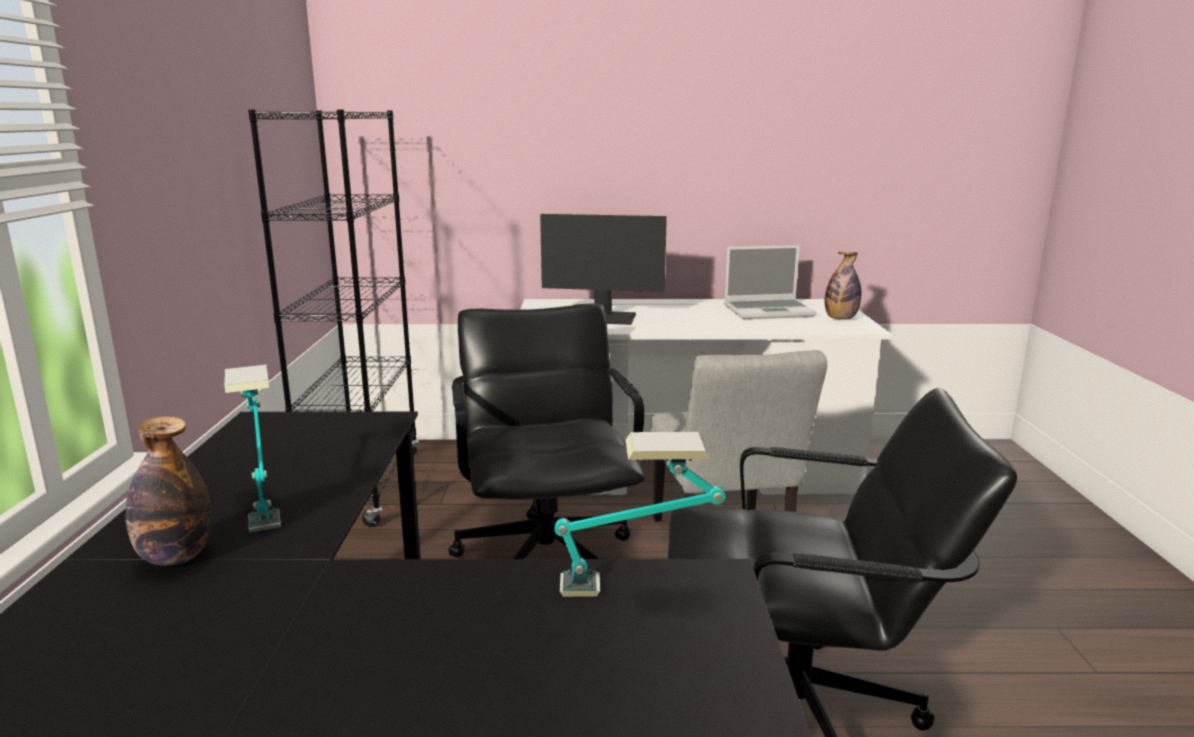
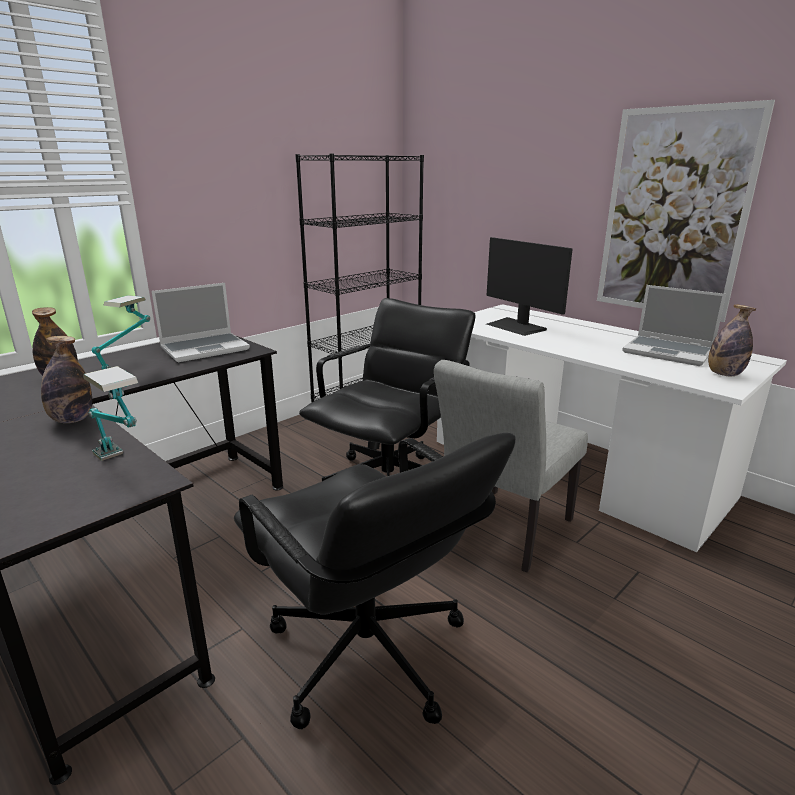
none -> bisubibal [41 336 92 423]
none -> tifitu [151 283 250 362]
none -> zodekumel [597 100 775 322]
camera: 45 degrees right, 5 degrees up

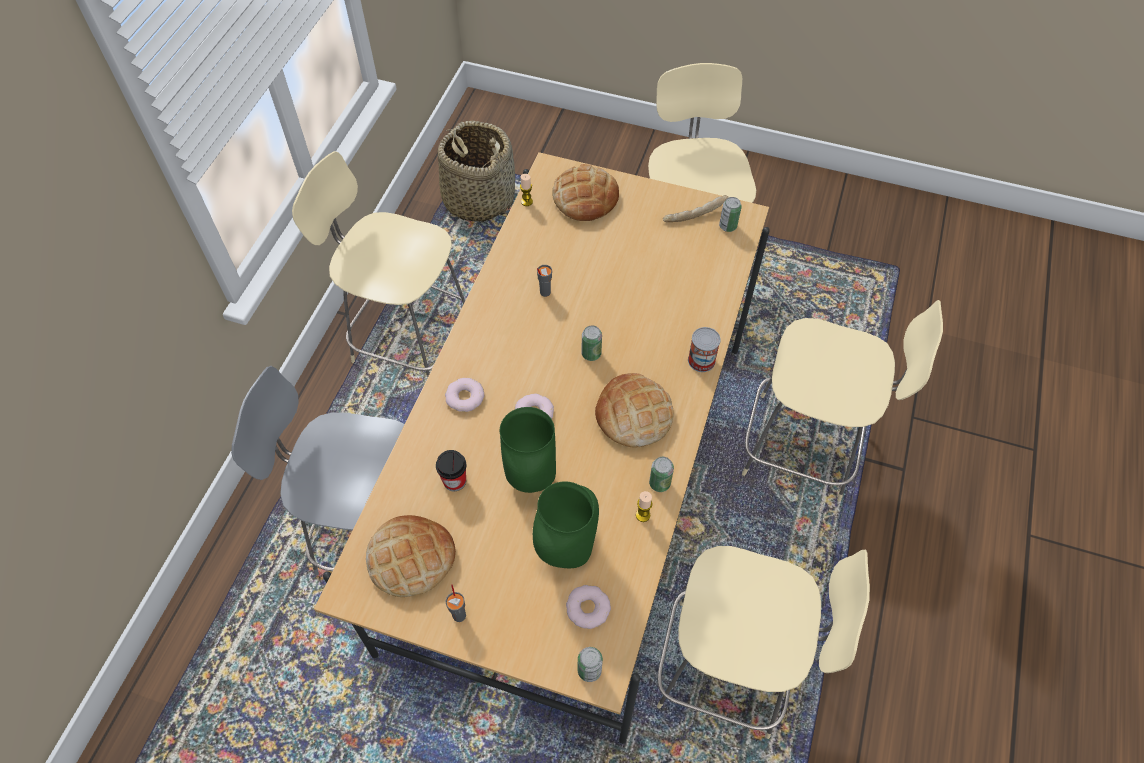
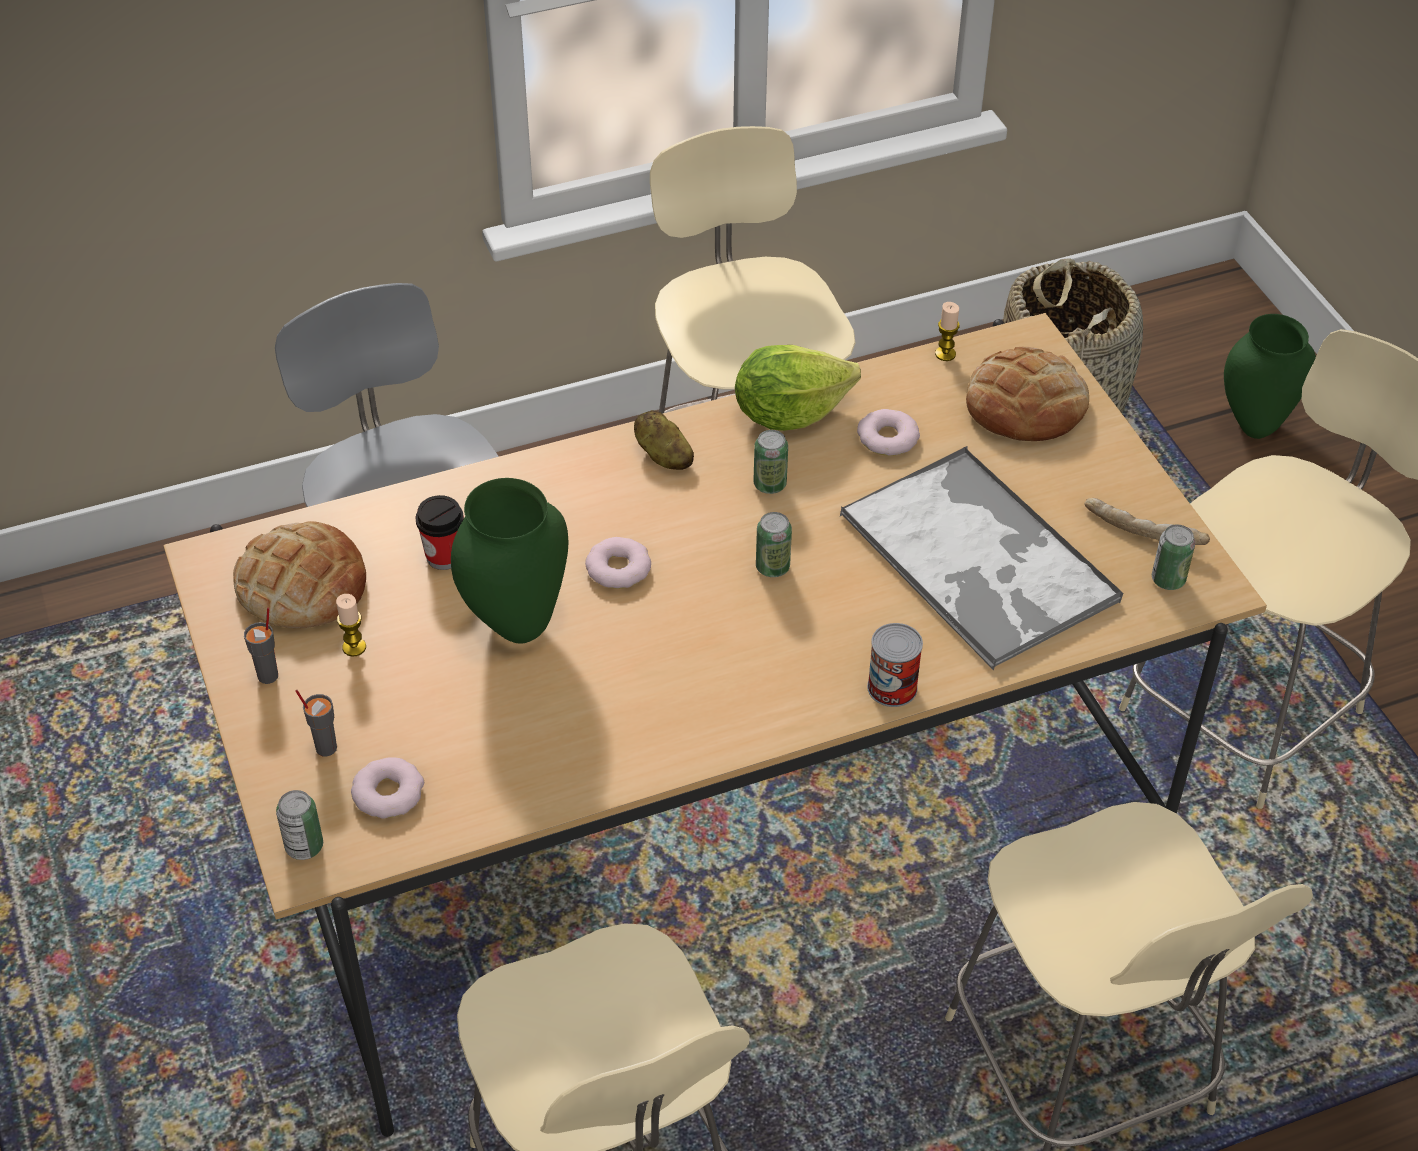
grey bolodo [537 265 552 297] -> grey bolodo [295 690 337 756], shifted
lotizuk [636 491 652 522] -> lotizuk [336 594 366 657], shifted
none -> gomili [634 410 694 470]
none -> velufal [735 345 861 431]
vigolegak [649 457 674 492] -> vigolegak [753 430 788 494], shifted
none -> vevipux [840 446 1123 671]
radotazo [445 378 484 412] -> radotazo [857 409 920 456], shifted
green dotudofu [533 482 599 568] -> green dotudofu [1224 314 1316 439], shifted
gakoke [595 373 674 447] -> none
camera: 50 degrees right, 10 degrees down

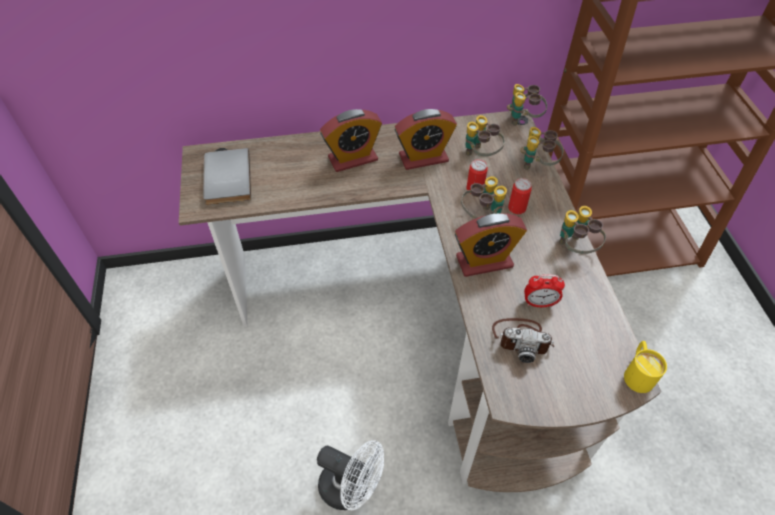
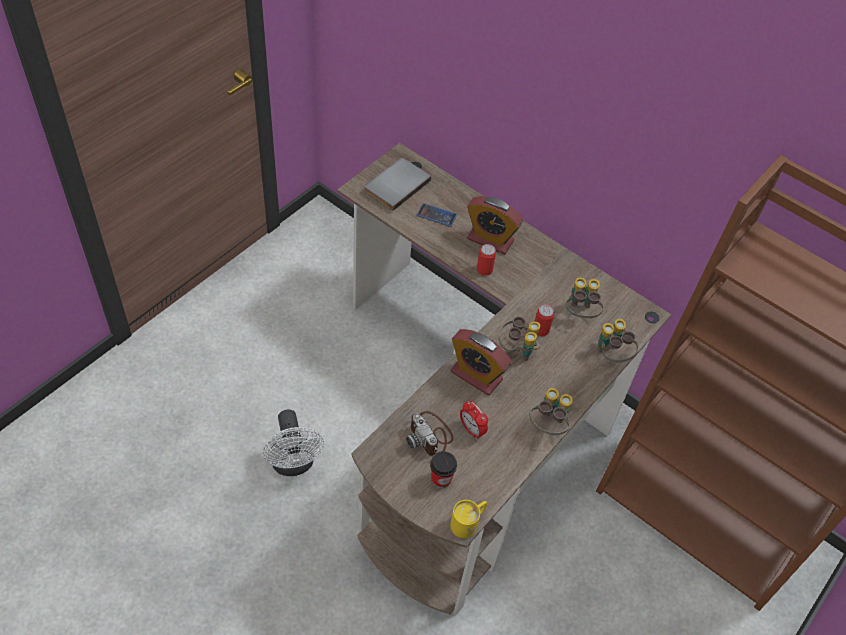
none -> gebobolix [417 203 457 227]
none -> bolodo [430 451 457 488]
vigolegak [508 178 532 214] -> vigolegak [477 244 496 276], shifted
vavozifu [395 109 457 170] -> none
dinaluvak [507 84 547 126] -> none
camera: 45 degrees right, 0 degrees up

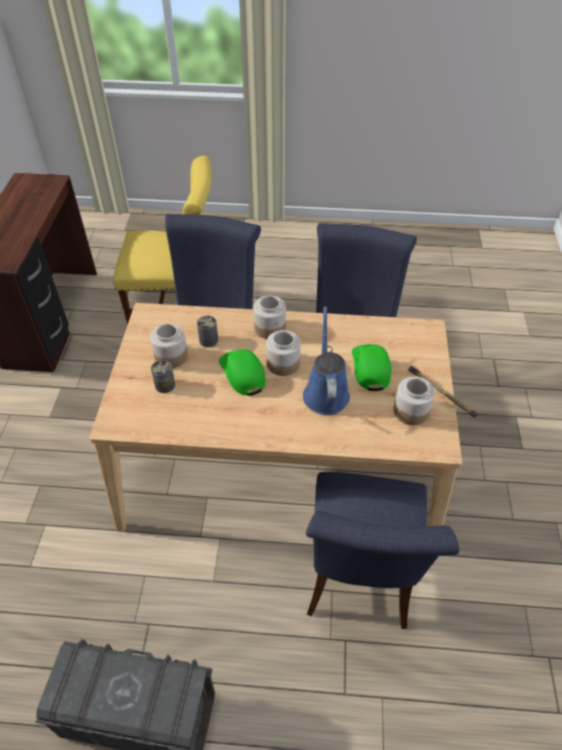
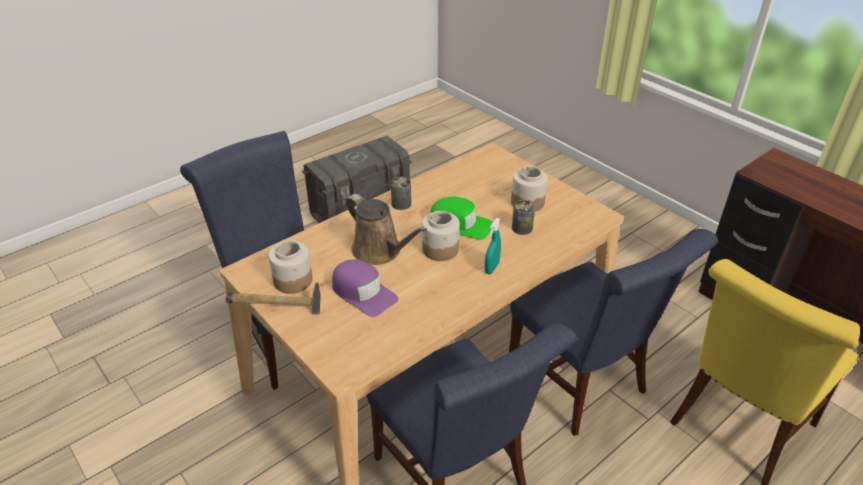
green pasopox [352 344 391 391] -> purple pasopox [332 259 398 317]
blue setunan [303 307 350 415] -> brown setunan [345 194 427 265]
vigolegak [151 360 175 393] -> vigolegak [391 177 411 210], shifted
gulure [253 296 286 339] -> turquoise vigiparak [485 218 501 274]
camera: 135 degrees right, 10 degrees down

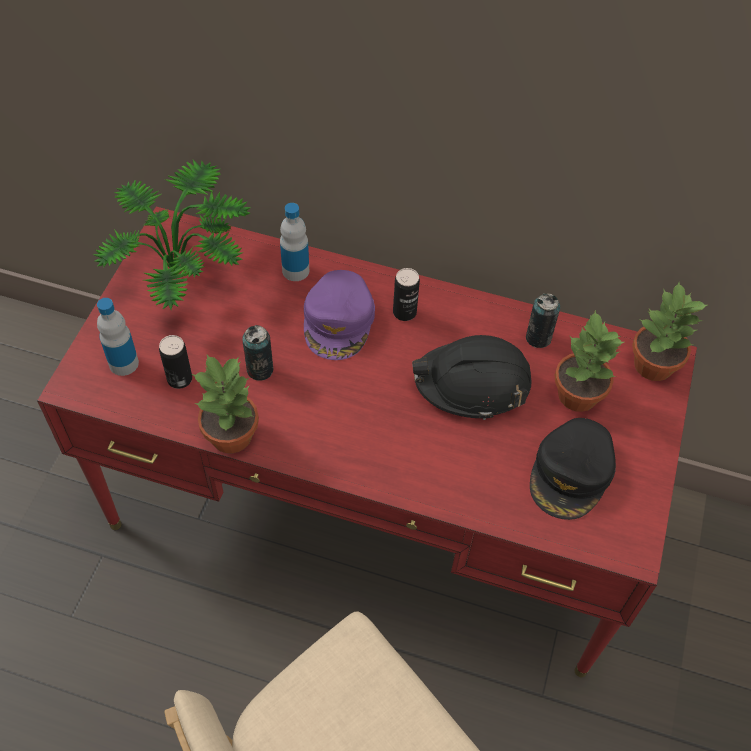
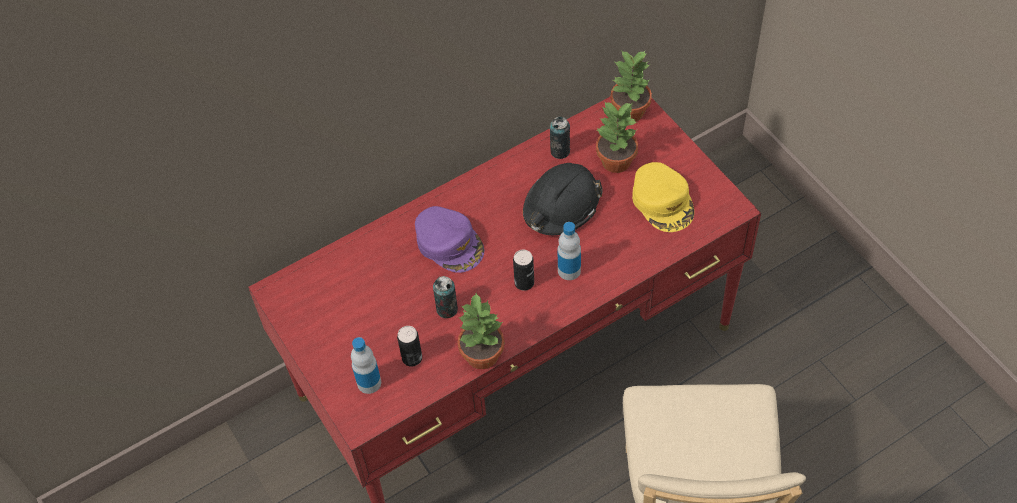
vigolegak [393 268 420 321] -> vigolegak [513 250 534 291], shifted
bisubibal [280 203 309 281] -> bisubibal [558 222 581 280], shifted
black pasopox [530 418 616 520] -> yellow pasopox [632 162 694 232]
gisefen [93 160 251 310] -> none
camera: 45 degrees left, 0 degrees up

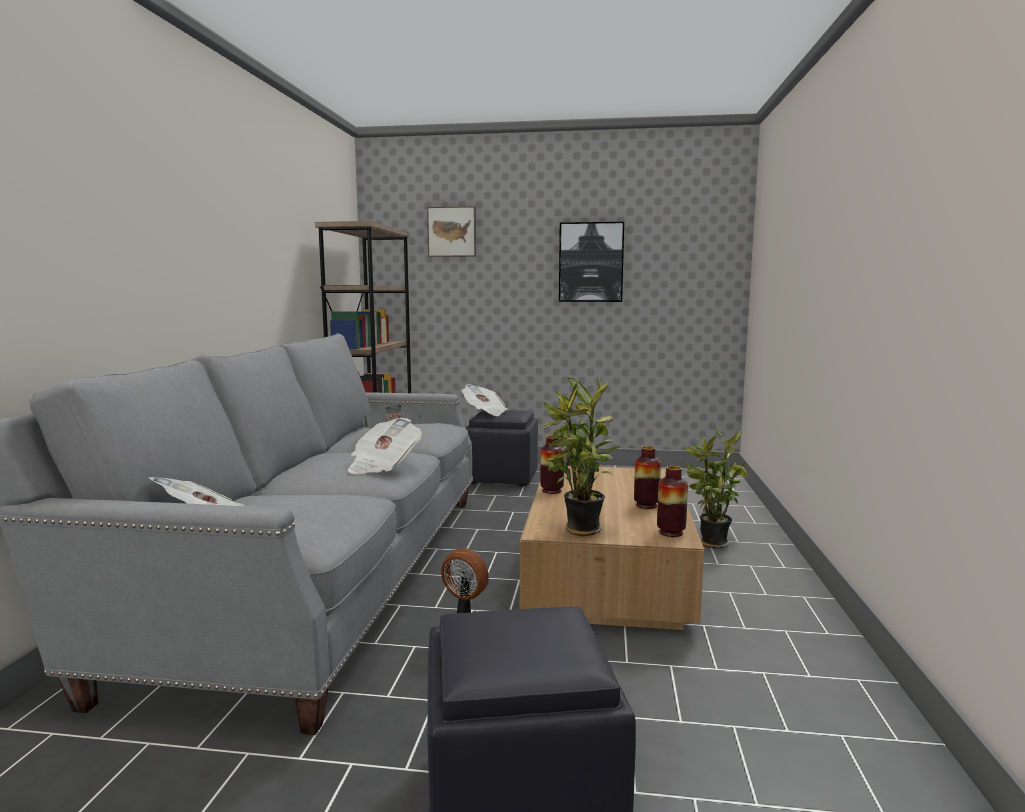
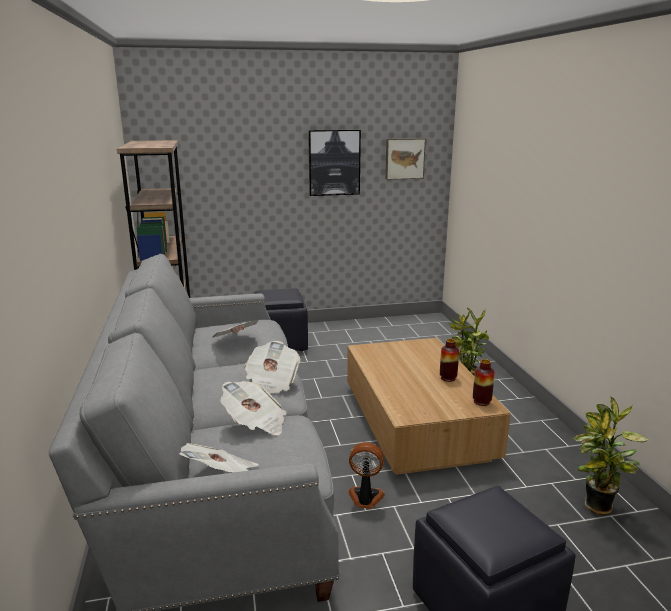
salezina [462 384 508 416] -> salezina [220 381 286 436], shifted
zodekumel [427 206 476 257] -> zodekumel [385 138 426 180], shifted
gisefen [541 378 620 536] -> gisefen [573 395 648 515], shifted
dotudofu [540 436 564 494] -> none
camera: 20 degrees left, 10 degrees up

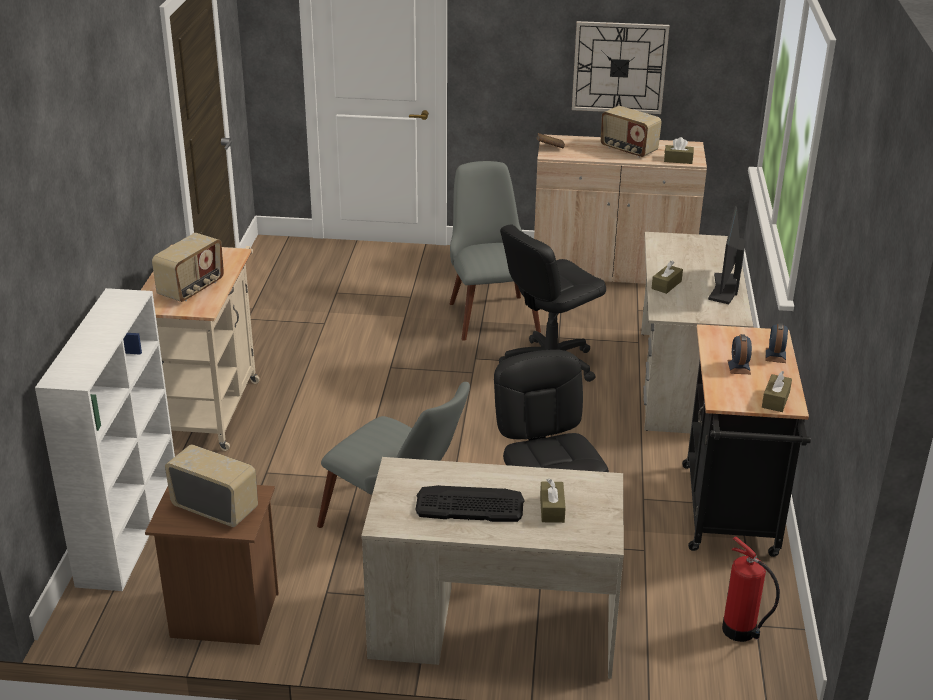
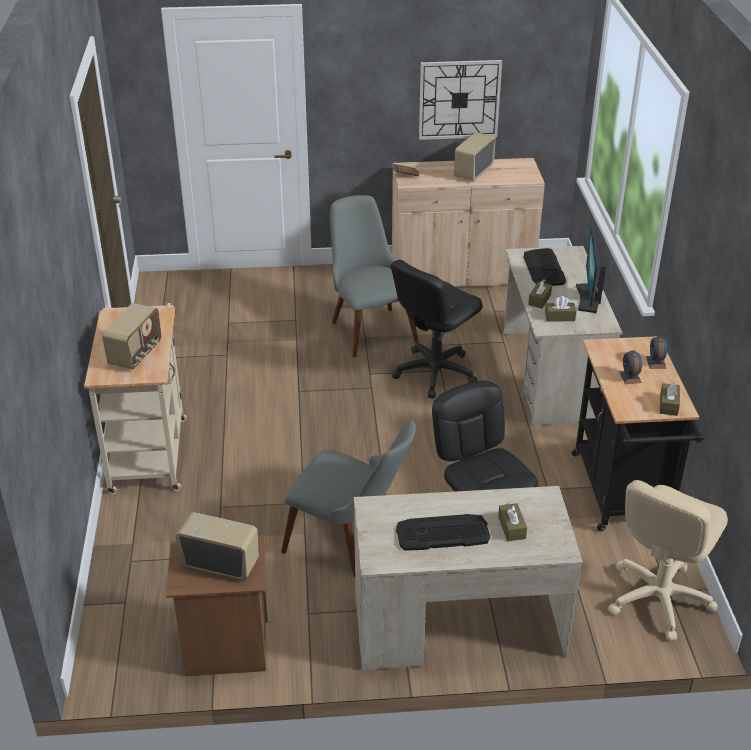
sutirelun [601 106 662 158] -> sutirelun [454 132 496 181], 90 degrees clockwise
none -> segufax [524 248 566 286]
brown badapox [664 137 694 164] -> brown badapox [545 296 576 321], shifted
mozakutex [722 536 780 642] -> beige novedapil [608 480 728 641]
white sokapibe [35 288 175 591] -> none
camera: 10 degrees left, 5 degrees up

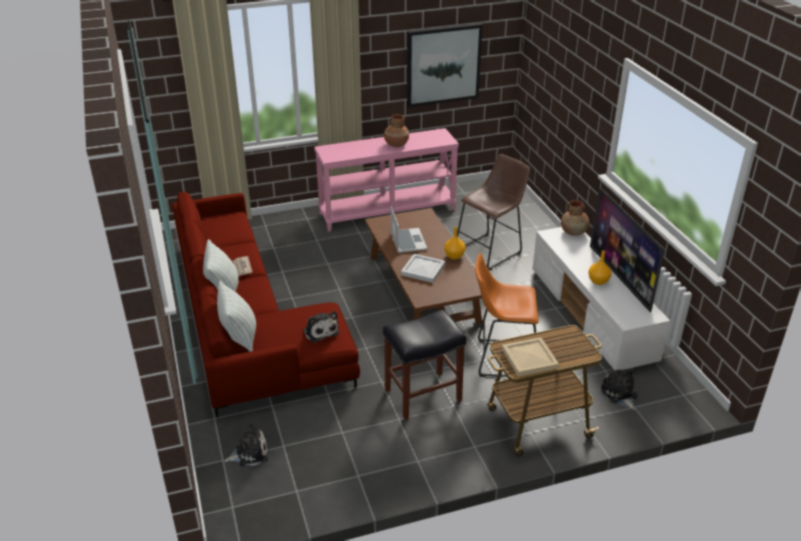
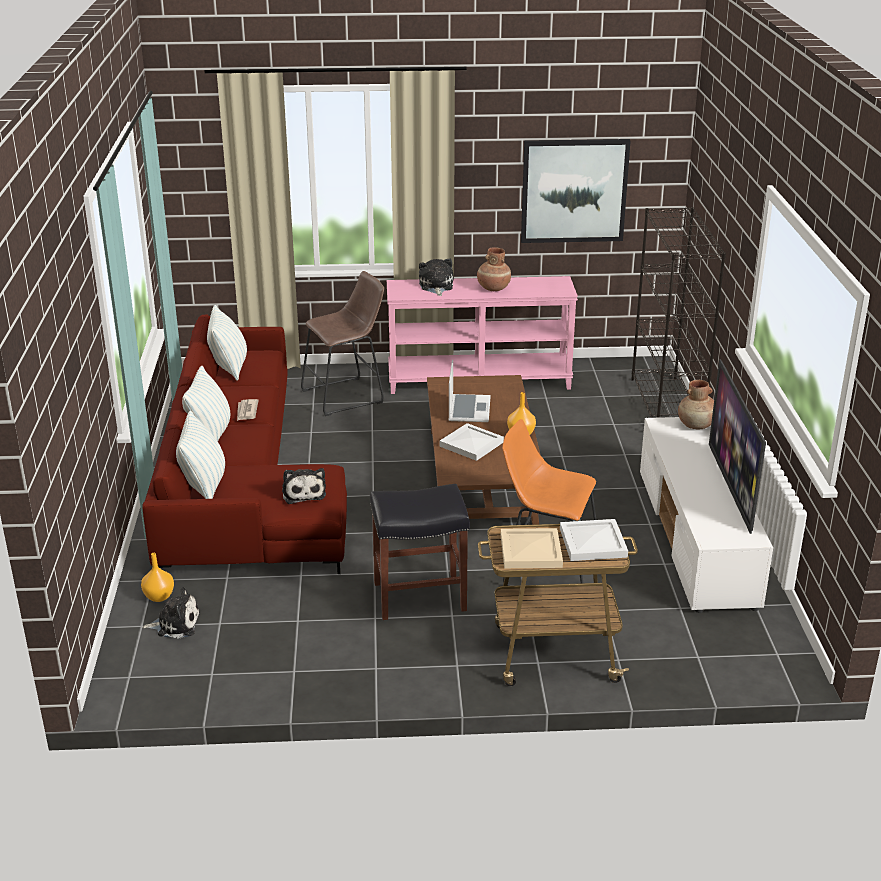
orange dotudofu [588 250 612 285] -> orange dotudofu [141 553 174 602], shifted
none -> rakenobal [207 305 247 381]
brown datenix [457 154 530 271] -> brown datenix [301 271 384 416], shifted
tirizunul [601 368 637 410] -> tirizunul [419 258 453 296], shifted
none -> white vevipux [560 519 628 561]
none -> black sokapibe [631 207 726 418]
camera: 15 degrees right, 5 degrees down

